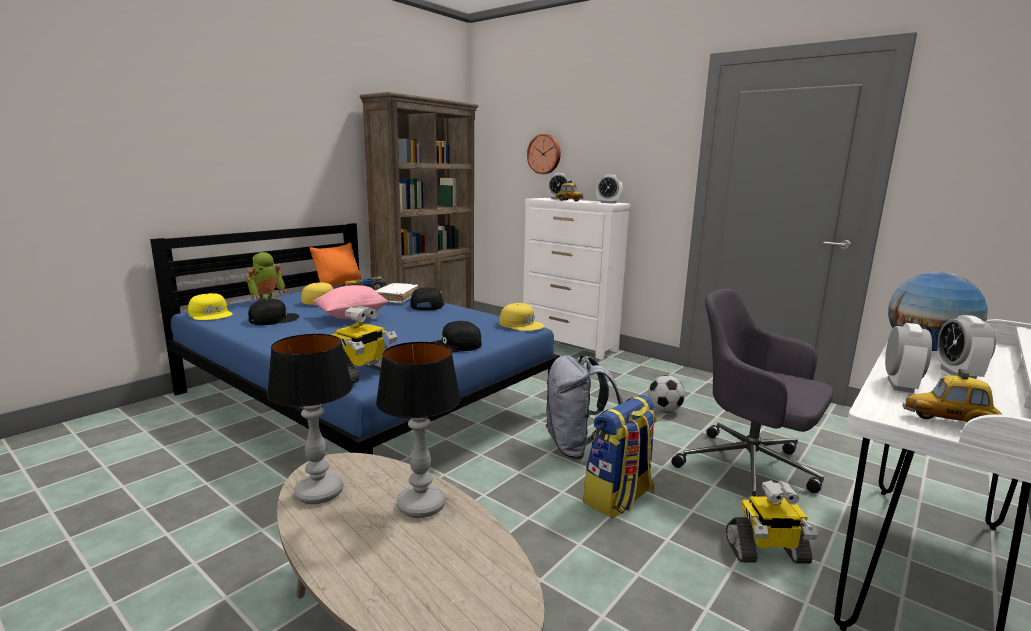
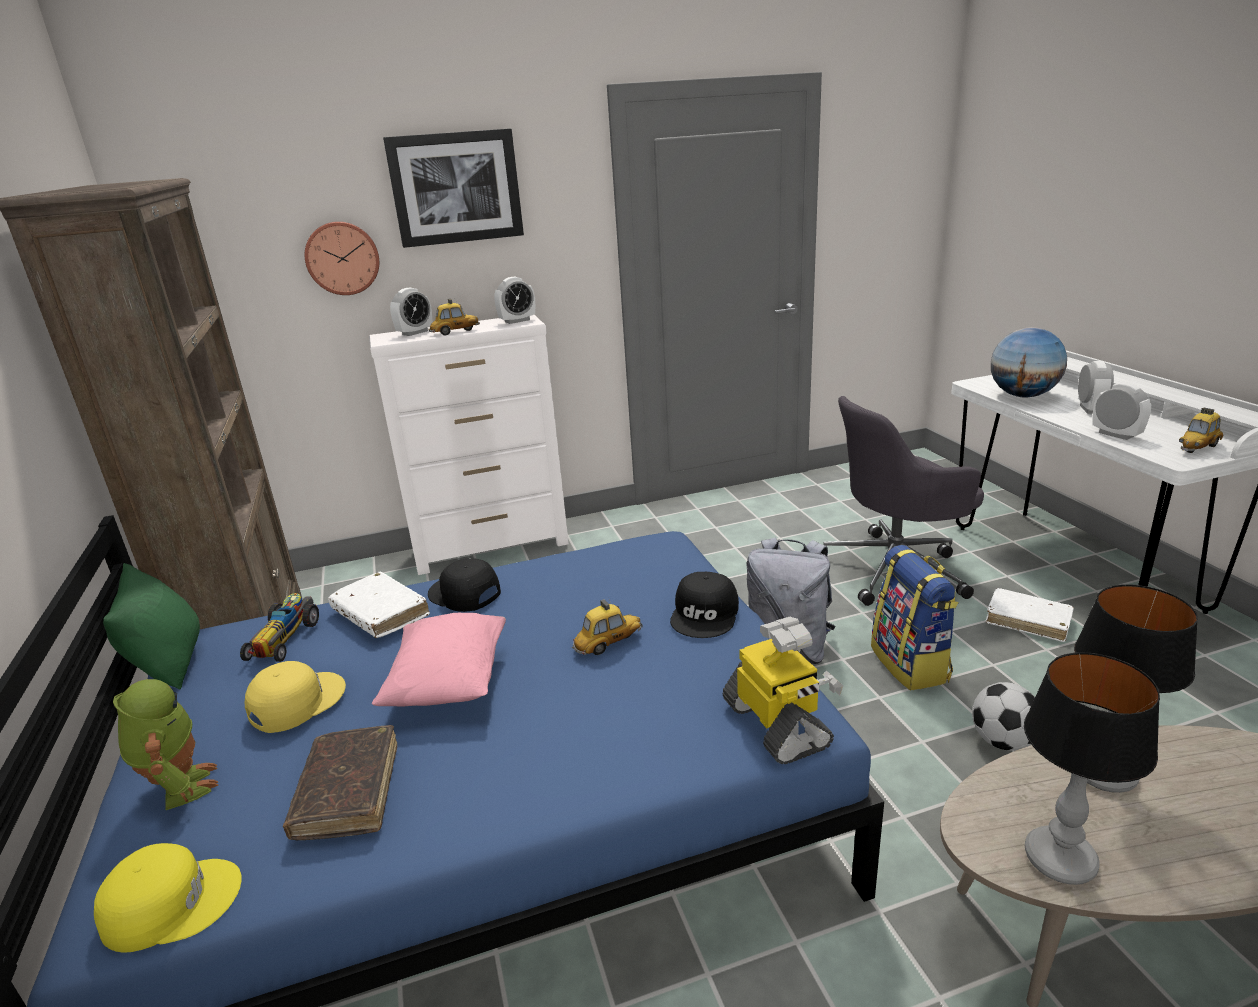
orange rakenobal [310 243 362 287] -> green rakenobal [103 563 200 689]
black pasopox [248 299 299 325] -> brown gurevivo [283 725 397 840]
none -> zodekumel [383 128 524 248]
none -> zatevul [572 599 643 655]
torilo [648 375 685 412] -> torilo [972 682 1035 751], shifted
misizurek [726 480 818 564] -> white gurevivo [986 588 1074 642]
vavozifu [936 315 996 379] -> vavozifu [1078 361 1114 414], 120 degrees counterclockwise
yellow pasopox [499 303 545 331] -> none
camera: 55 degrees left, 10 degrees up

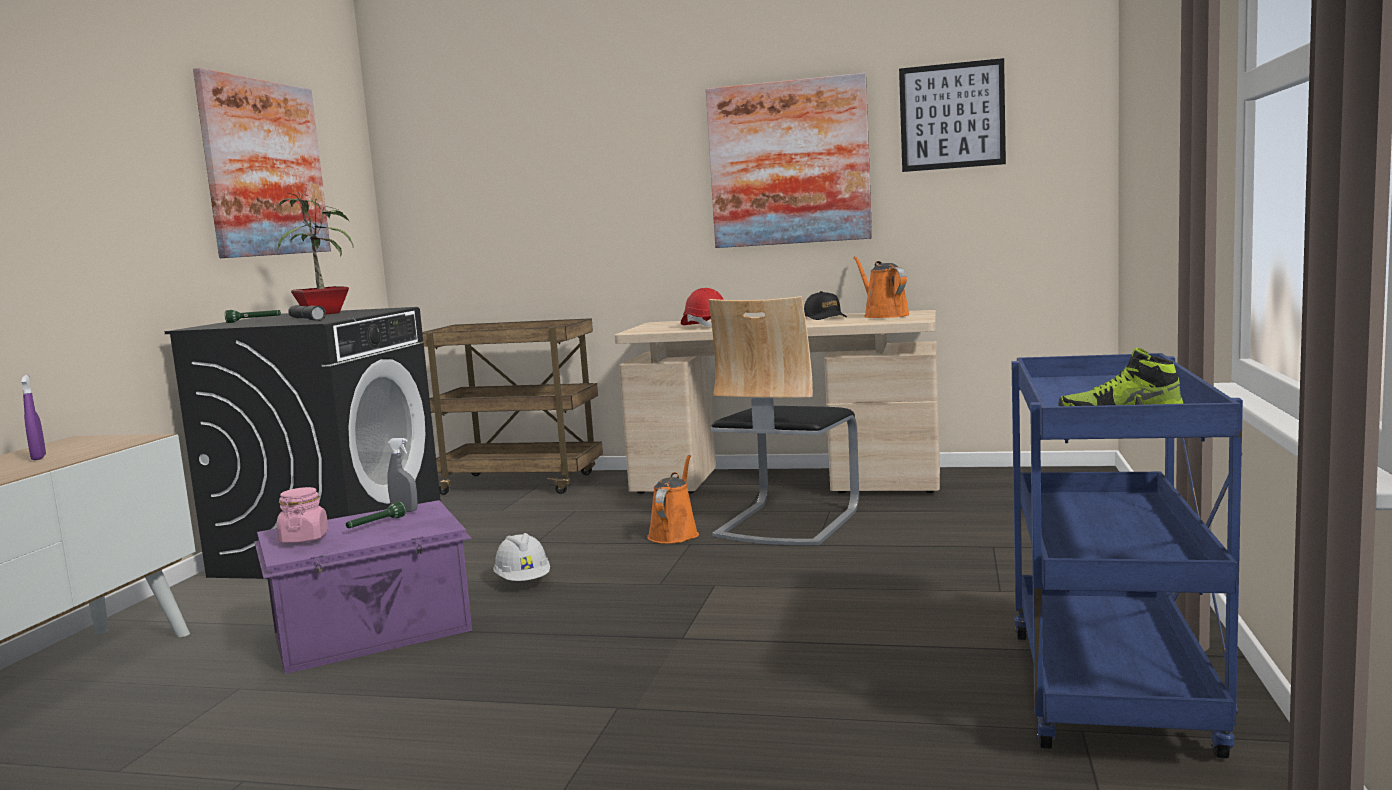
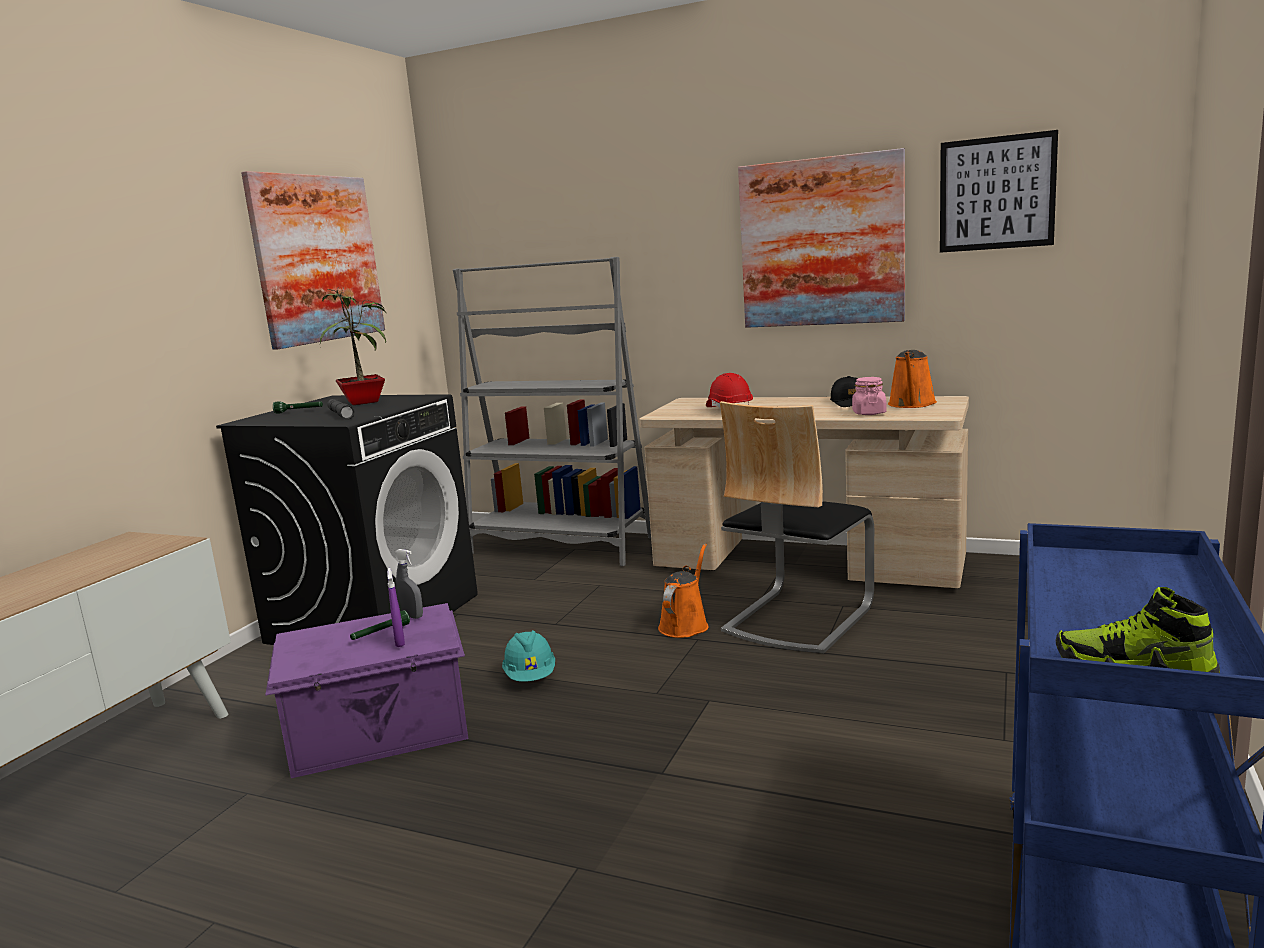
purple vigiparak [21 375 46 460] -> purple vigiparak [387 568 405 647], shifted
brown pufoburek [420 318 603 495] -> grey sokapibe [453 257 651 566]
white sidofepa [493 533 550 581] -> turquoise sidofepa [502 630 555 682]
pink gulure [277 487 328 543] -> pink gulure [852 377 887 415], shifted
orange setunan [853 256 910 318] -> orange setunan [888 350 937 408], 150 degrees counterclockwise
camera: 10 degrees right, 5 degrees up

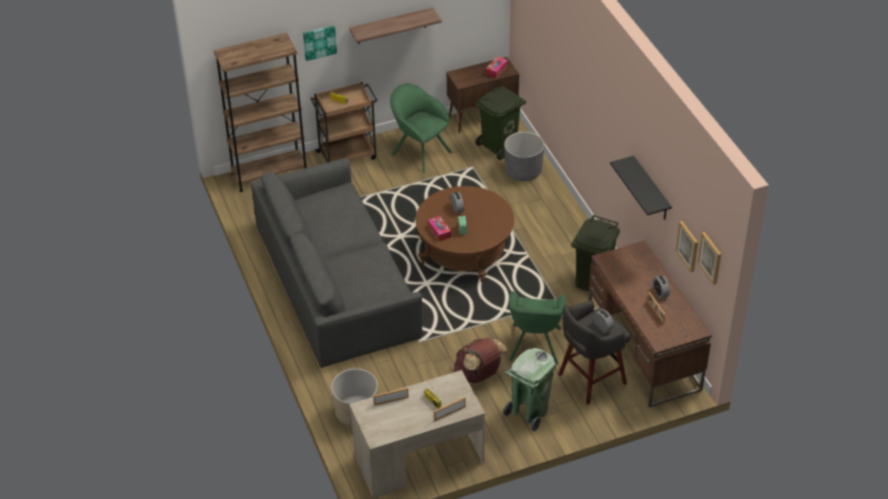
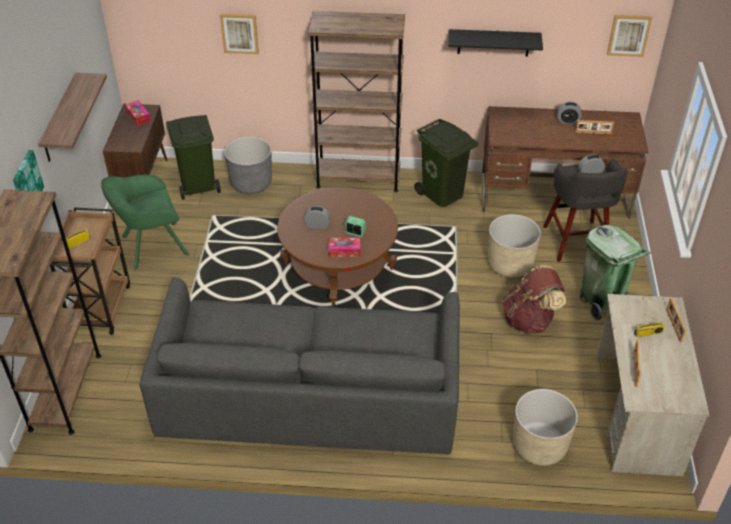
zodekumel [676 221 698 272] -> zodekumel [220 13 259 54], shifted
none -> brown sokapibe [308 11 405 192]
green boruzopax [509 291 566 364] -> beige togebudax [488 214 541 277]
camera: 65 degrees left, 0 degrees up

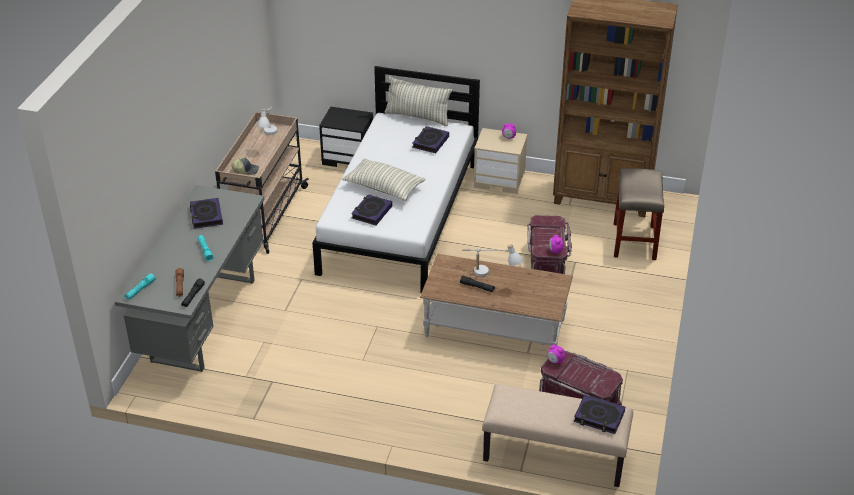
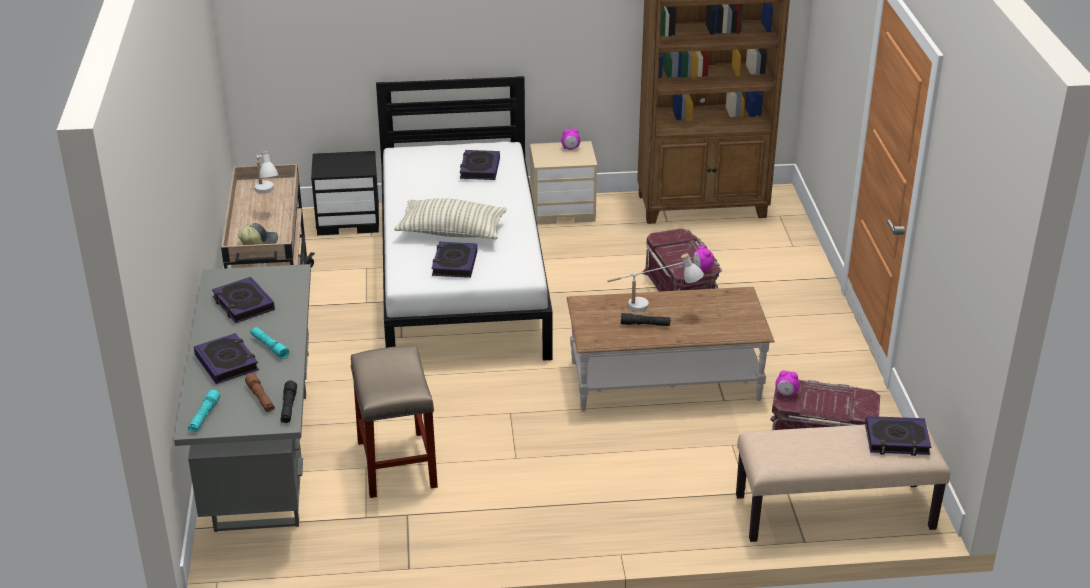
none -> gurevivo [194 333 259 384]
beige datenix [614 168 664 260] -> beige datenix [351 346 438 498], shifted
rakenobal [384 77 452 126] -> none
camera: 20 degrees left, 5 degrees down

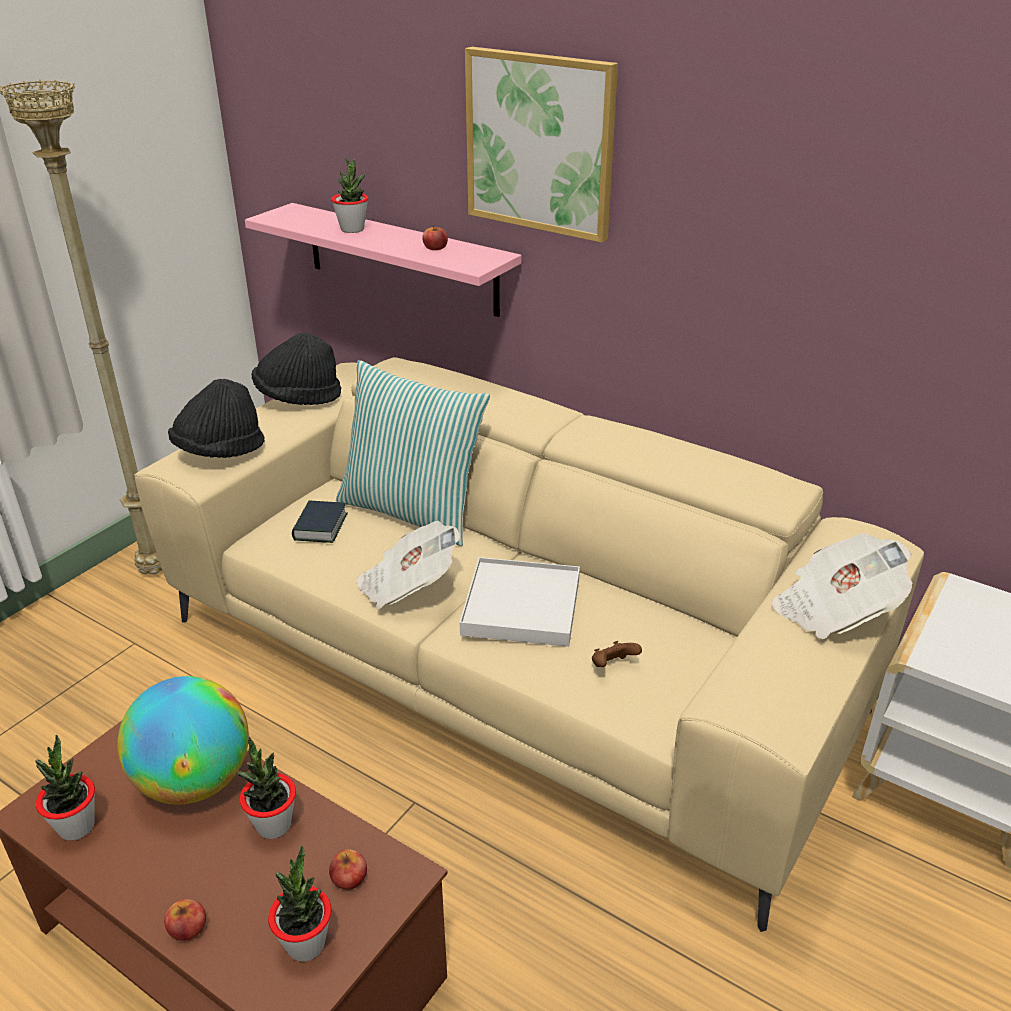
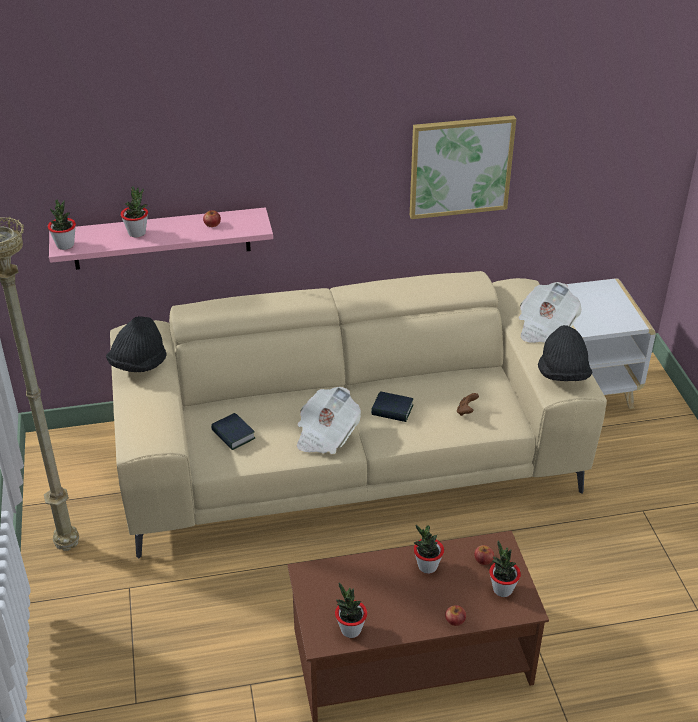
none -> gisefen [48 199 76 250]
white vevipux [460 557 580 647] -> gurevivo [371 392 413 422]
zodekumel [465 47 618 243] -> zodekumel [410 116 516 219], shifted
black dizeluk [168 379 265 458] -> black dizeluk [538 325 592 381], shifted
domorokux [117 676 249 804] -> none
rakenobal [336 360 490 546] -> none
camera: 45 degrees left, 5 degrees up

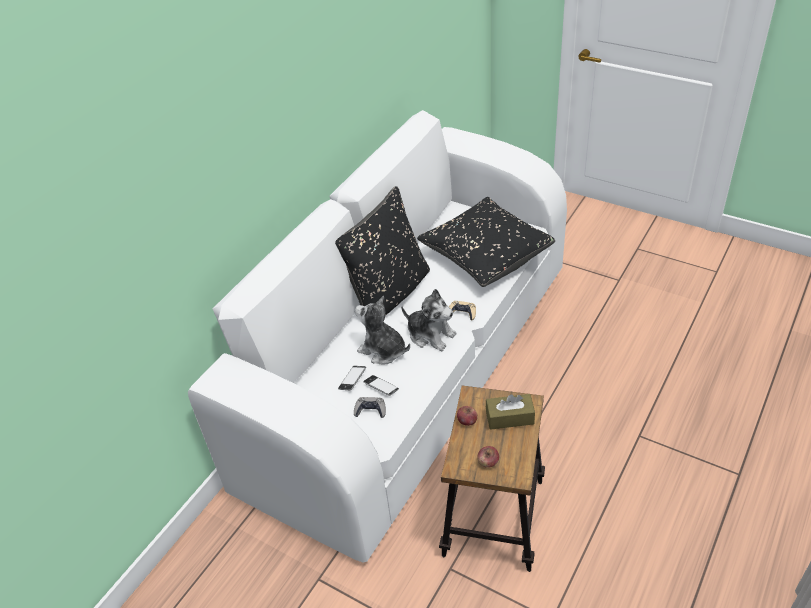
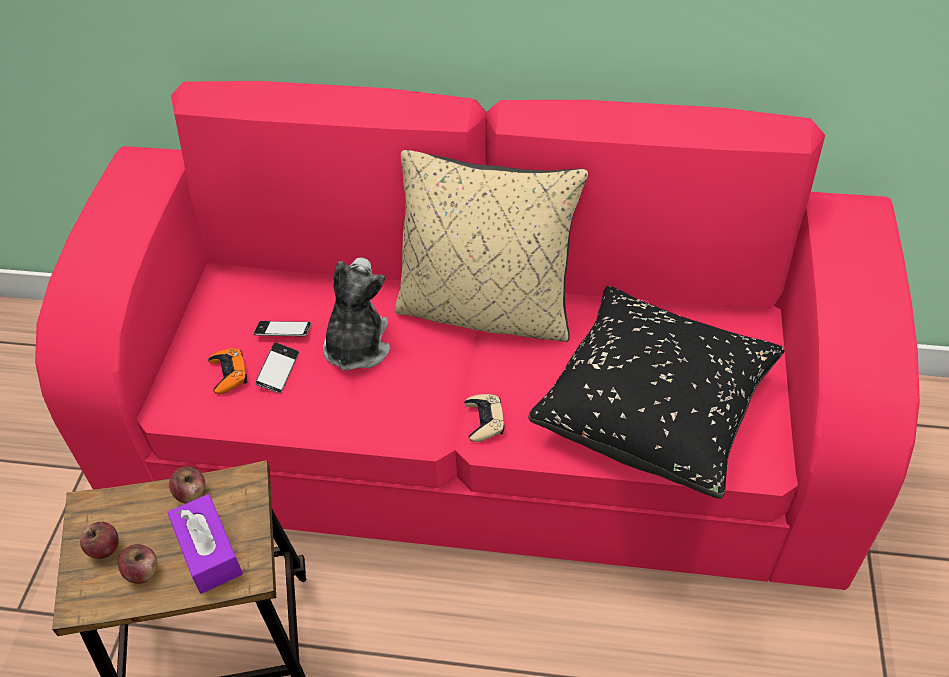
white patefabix [188 110 567 563] -> pink patefabix [35 81 920 590]
none -> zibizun [118 544 157 584]
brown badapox [486 394 535 430] -> purple badapox [167 494 243 594]
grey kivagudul [354 397 386 418] -> orange kivagudul [208 348 247 394]
black rakenobal [335 186 430 315] -> beige rakenobal [395 150 588 342]
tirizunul [401 289 457 351] -> none
camera: 65 degrees right, 5 degrees up

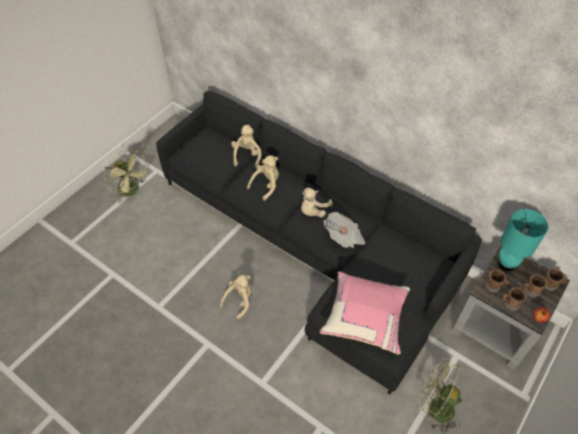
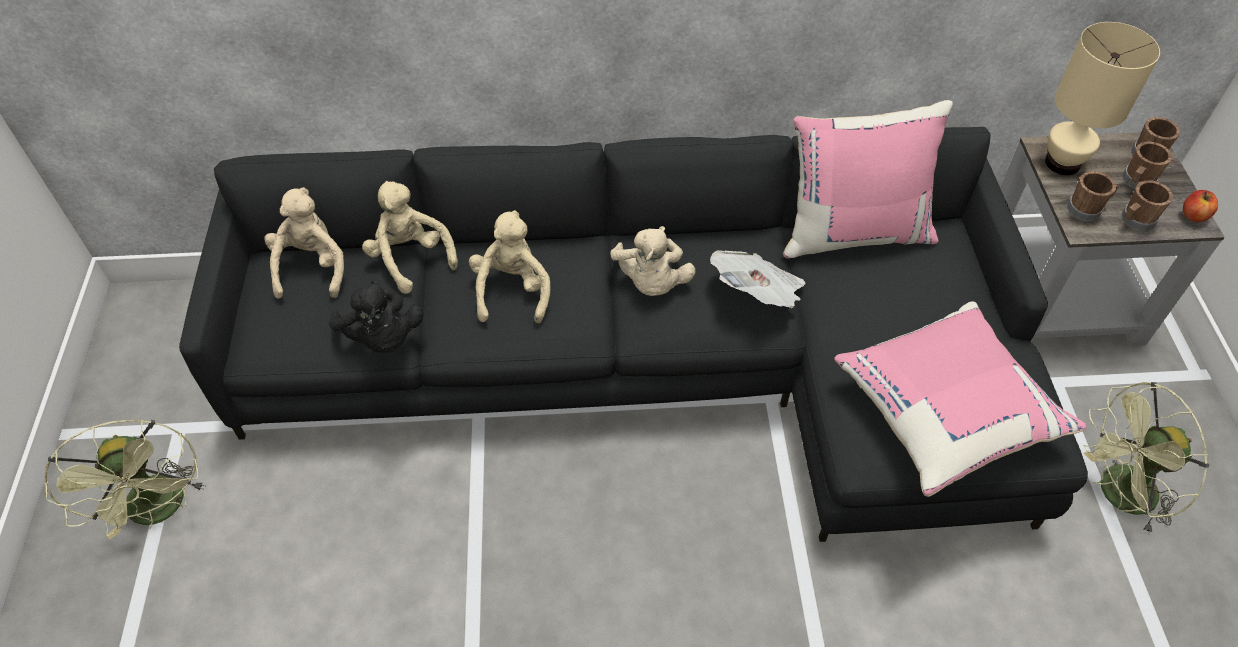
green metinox [104 149 148 203] -> green metinox [44 419 206 540], 60 degrees clockwise
beige tirizunul [220 275 252 320] -> beige tirizunul [264 187 344 299], shifted
none -> black tirizunul [329 280 424 353]
none -> pink rakenobal [783 100 953 259]
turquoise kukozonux [498 209 548 271] -> beige kukozonux [1045 22 1160 175]
camera: 40 degrees left, 0 degrees up

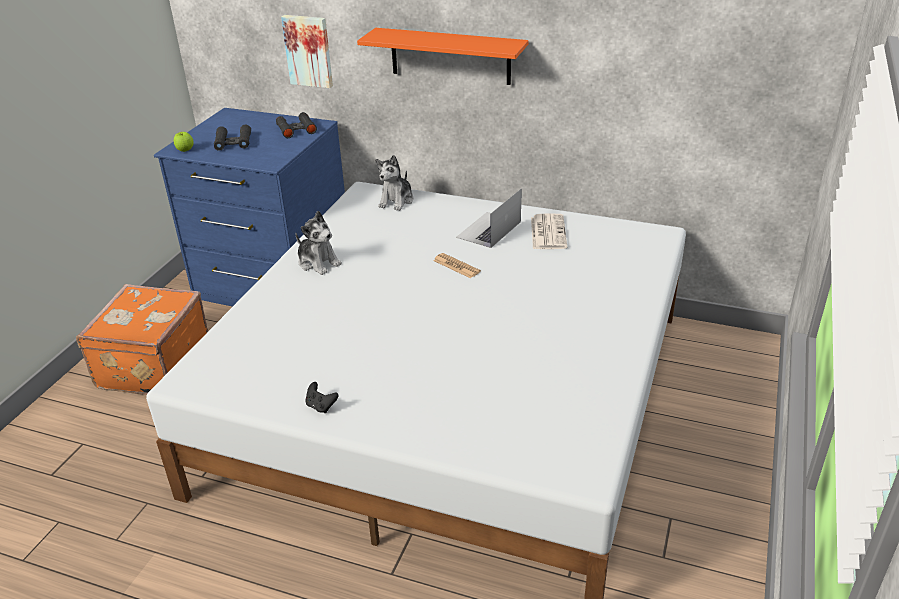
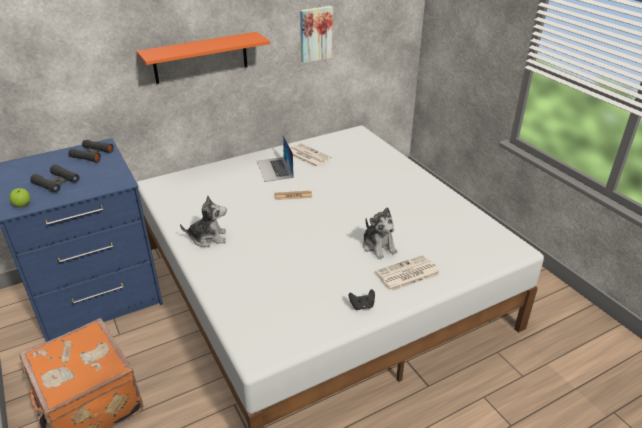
zodekumel [281 15 333 88] -> zodekumel [300 6 333 63], shifted
tirizunul [375 155 414 211] -> tirizunul [363 207 398 259], shifted
none -> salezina [375 255 441 292]
camera: 50 degrees left, 0 degrees up

